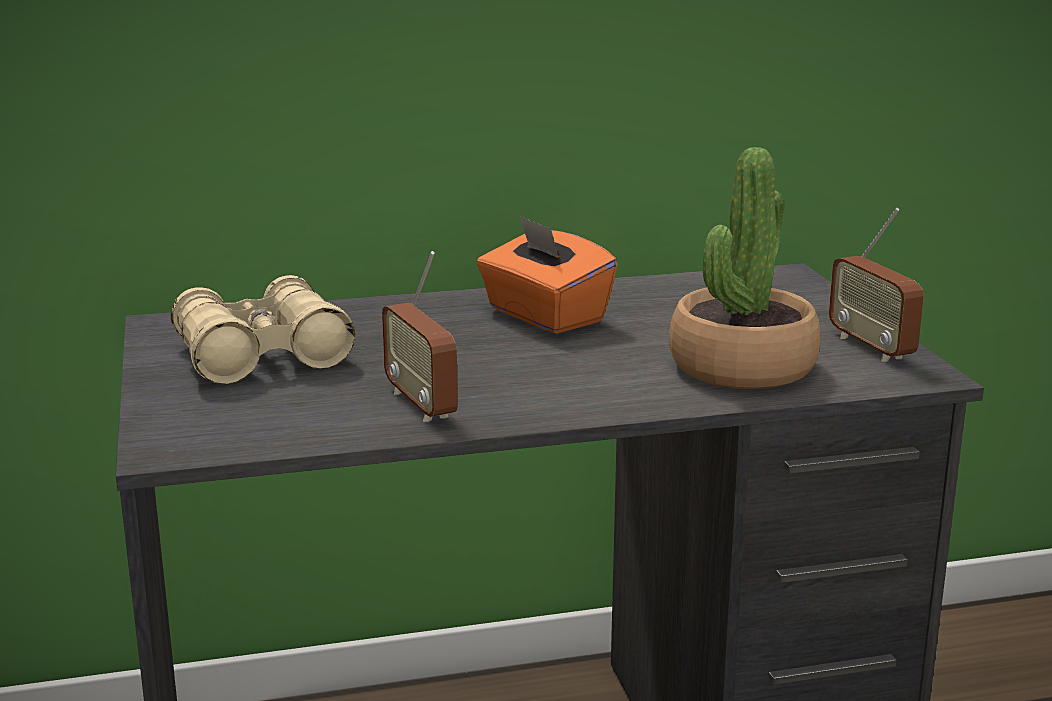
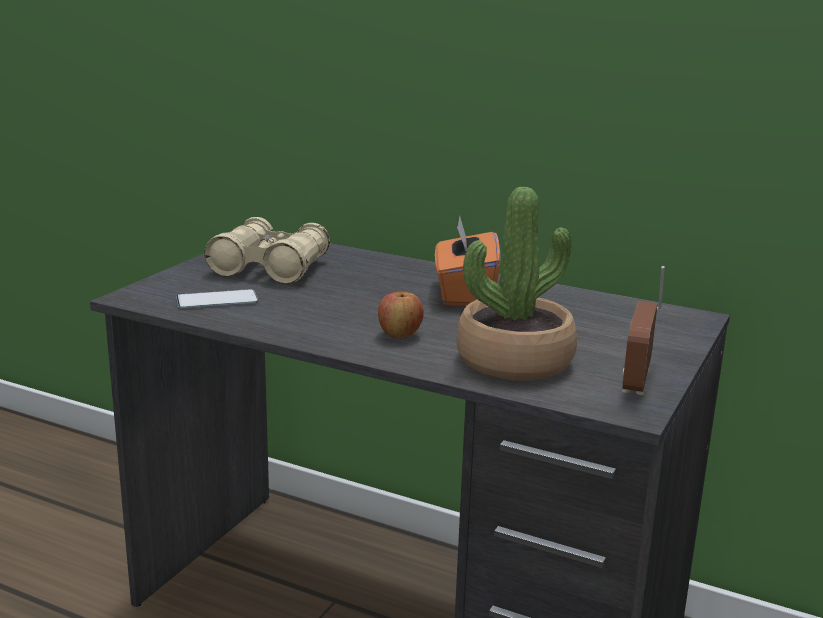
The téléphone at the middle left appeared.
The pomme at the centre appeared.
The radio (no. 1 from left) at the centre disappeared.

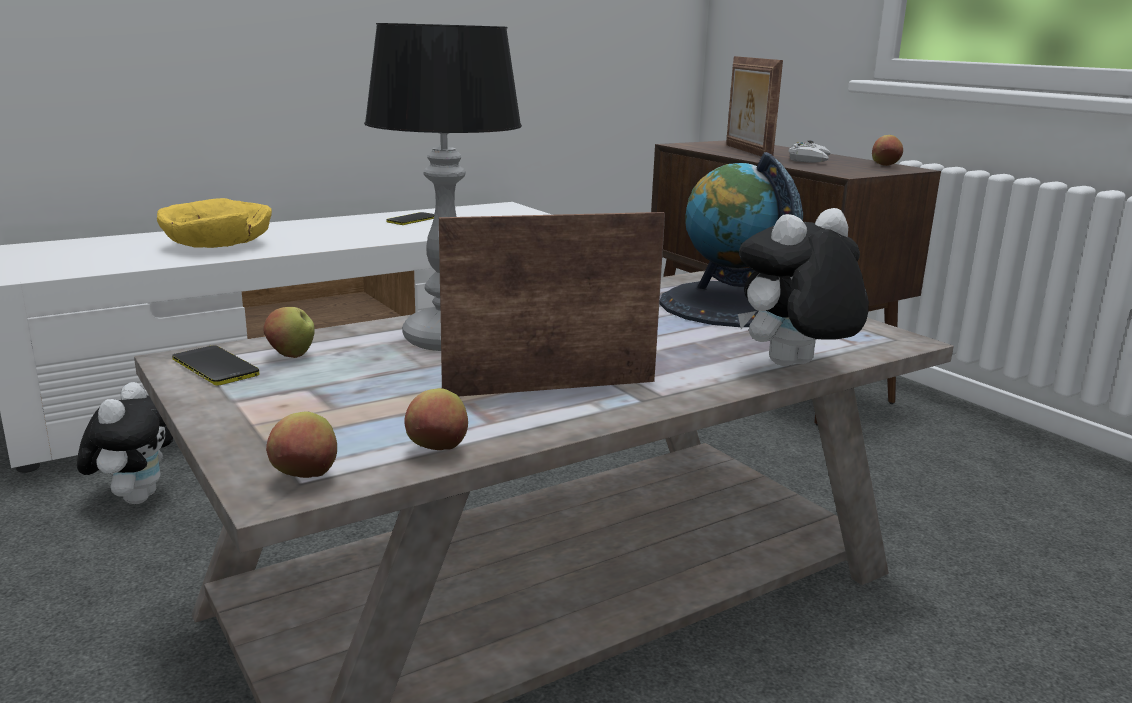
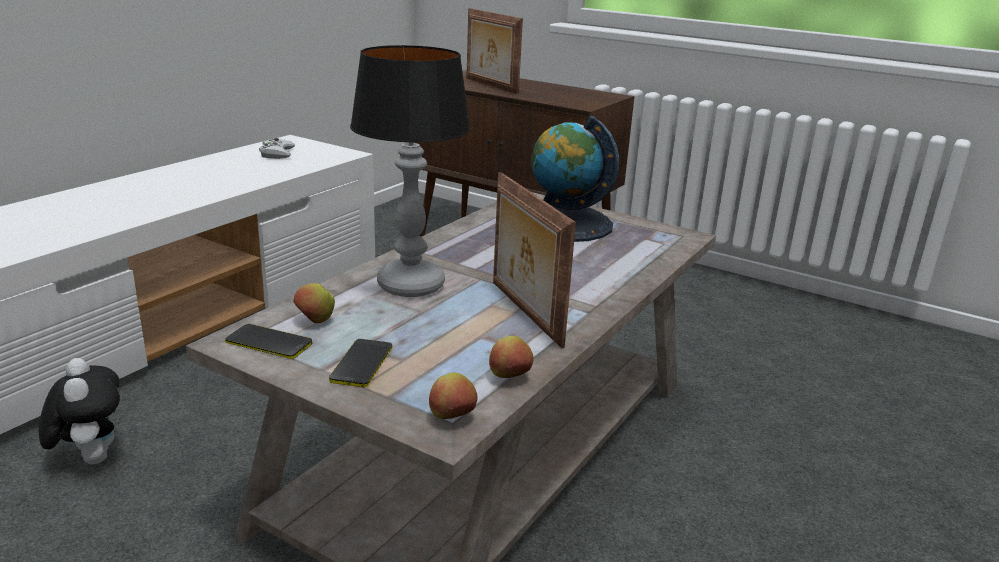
The manette (blanc) moved from the top right to the top left.
The téléphone (no. 2 from left) moved from the top centre to the centre.
The cadre photo (no. 1 from left in the first image) at the centre turned 75 degrees counterclockwise.
The bol (jaune) at the top left disappeared.
The peluche (no. 2 from left) at the middle right disappeared.
The pomme (no. 4 from left) at the top right disappeared.

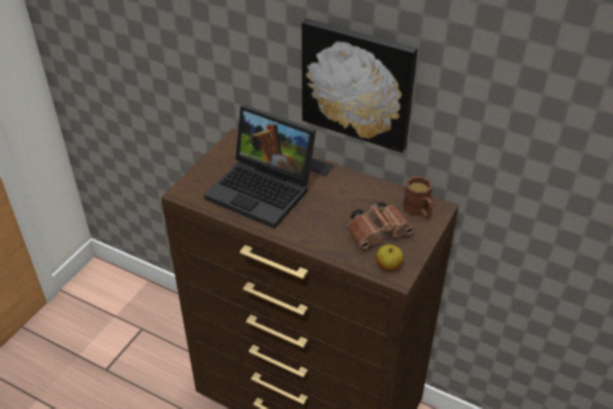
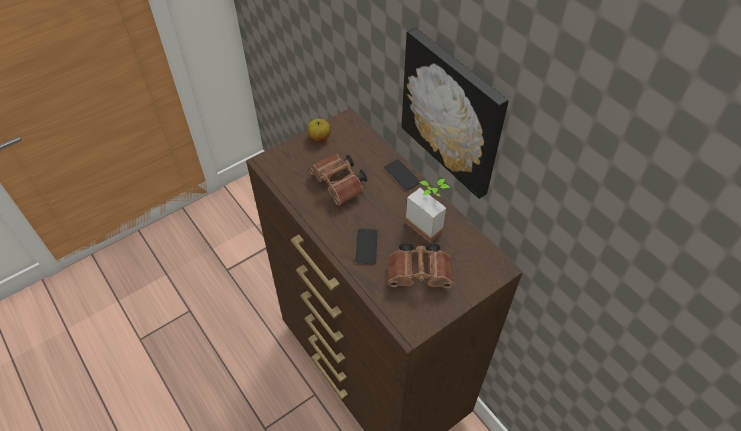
The pomme moved from the centre to the top centre.
The ordinateur portable at the centre was replaced by the jumelles (marron) (no. 1 from left) at the centre.
The téléphone (no. 1 from left) at the centre appeared.
The plante en pot at the centre appeared.
The mug (marron) at the middle right disappeared.

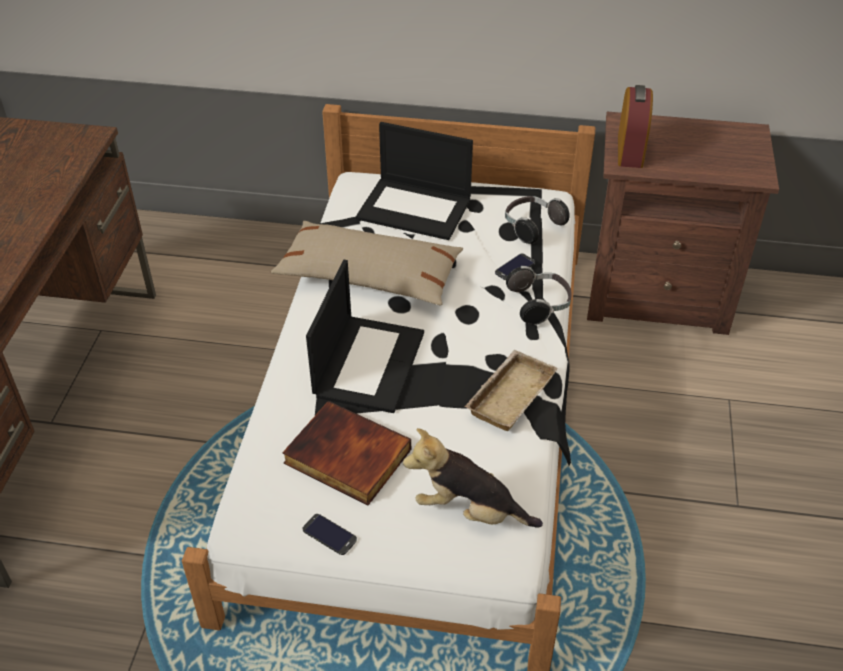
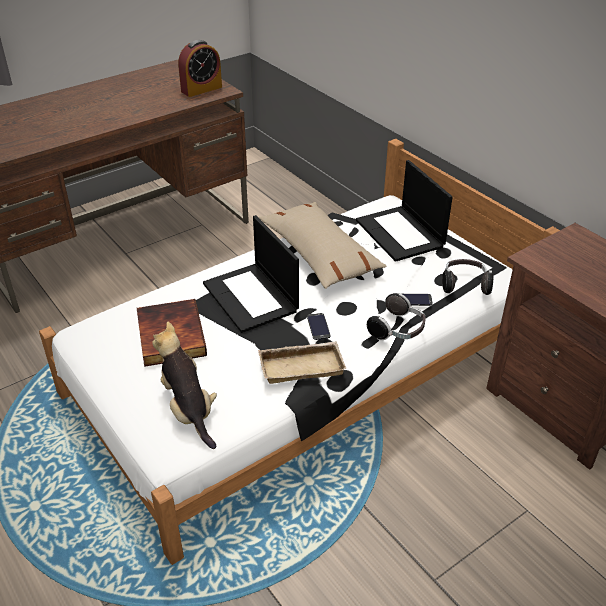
The réveil moved from the top right to the top left.
The ordinateur portable (no. 1 from left) at the centre turned 90 degrees clockwise.
The téléphone (no. 1 from left) moved from the bottom centre to the centre.

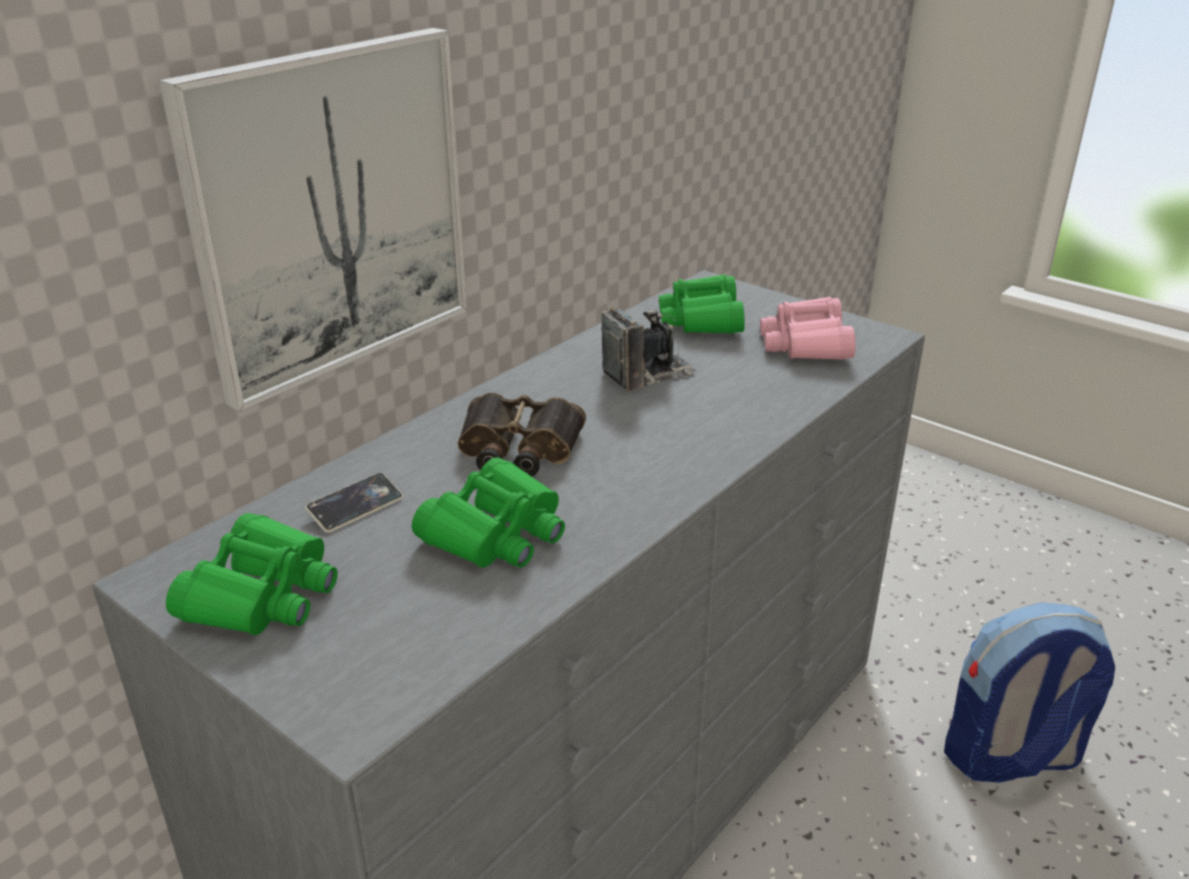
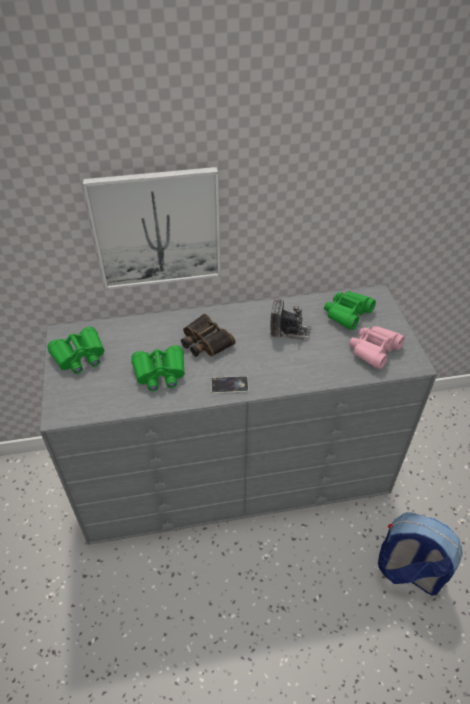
The téléphone moved from the middle left to the centre.

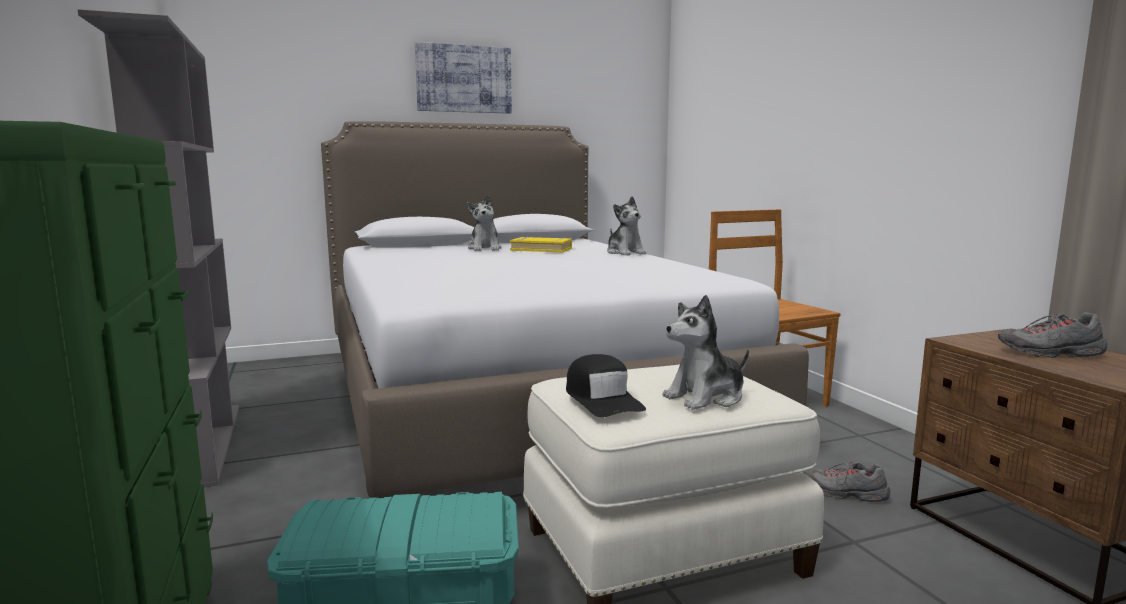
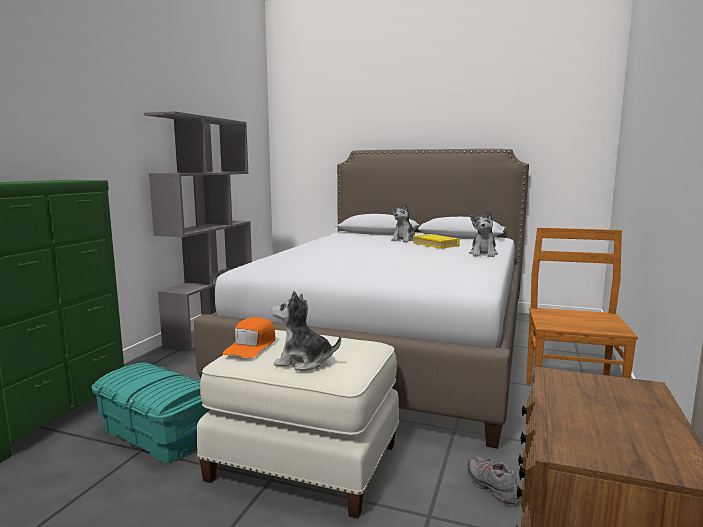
The casquette (noir) at the centre became the casquette (orange) at the centre.
The tableau at the top centre disappeared.
The chaussure (gris) (no. 2 from left) at the middle right disappeared.

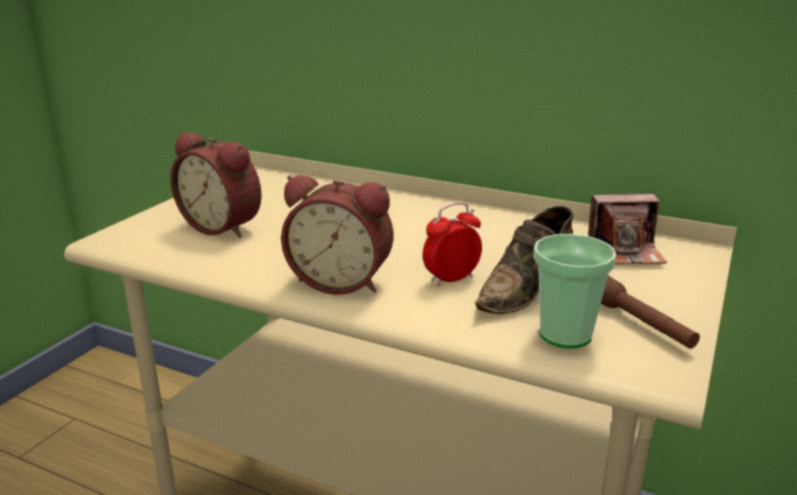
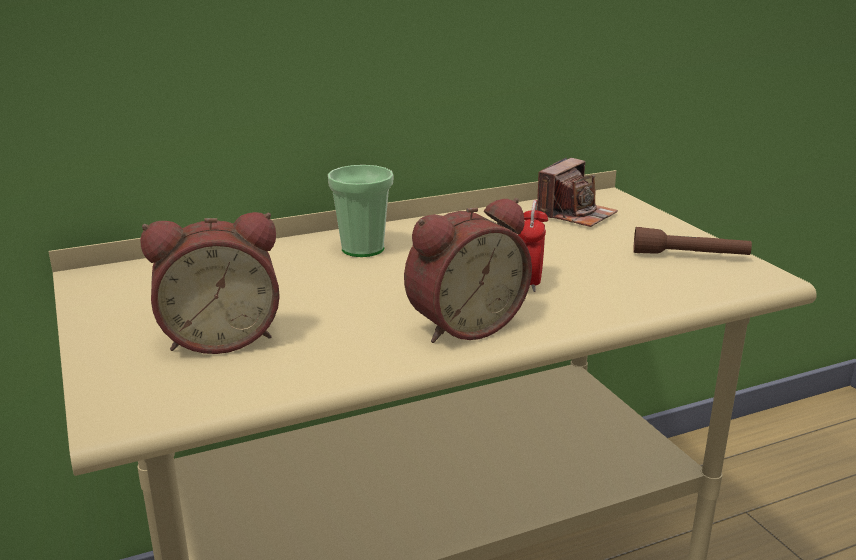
The tasse moved from the middle right to the centre.
The chaussure (marron) at the centre disappeared.

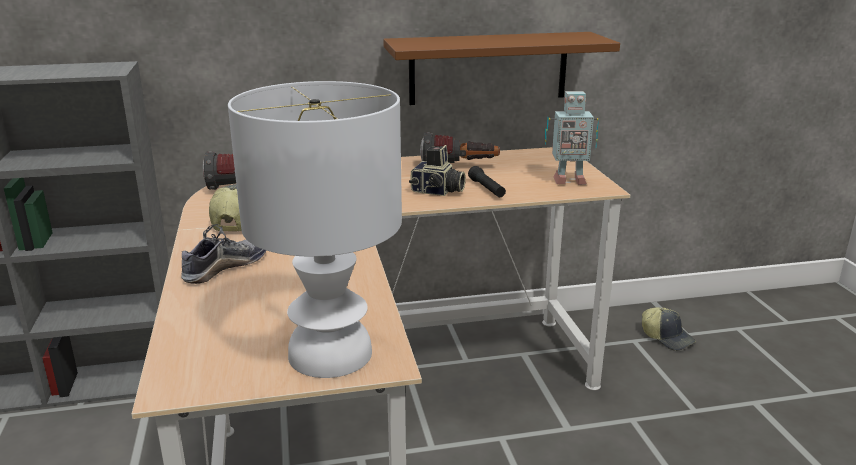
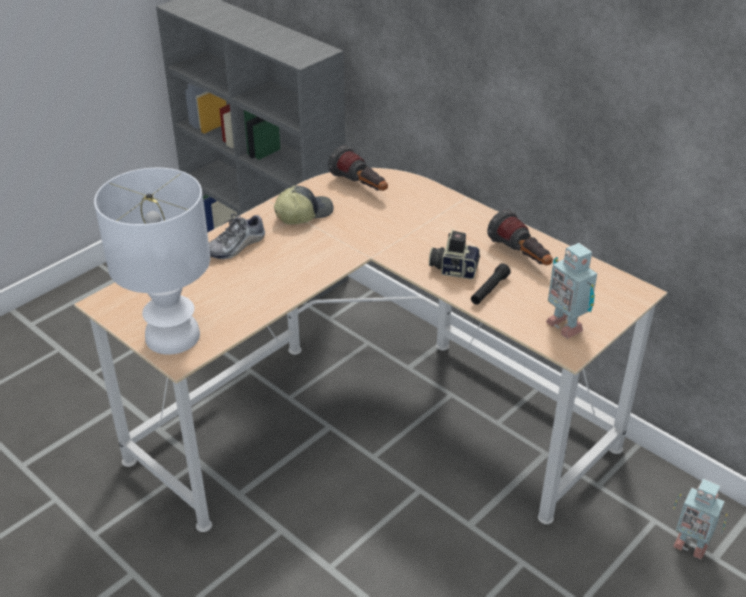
The chaussure at the middle left turned 135 degrees clockwise.
The appareil photo at the centre turned 120 degrees clockwise.
The casquette (no. 2 from left) at the bottom right was replaced by the robot jouet (no. 2 from left) at the bottom right.
The étagère (marron) at the top centre disappeared.

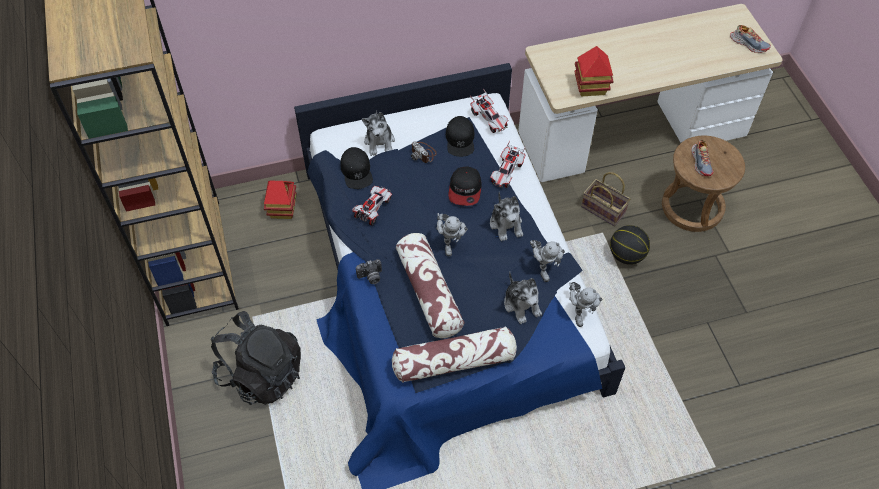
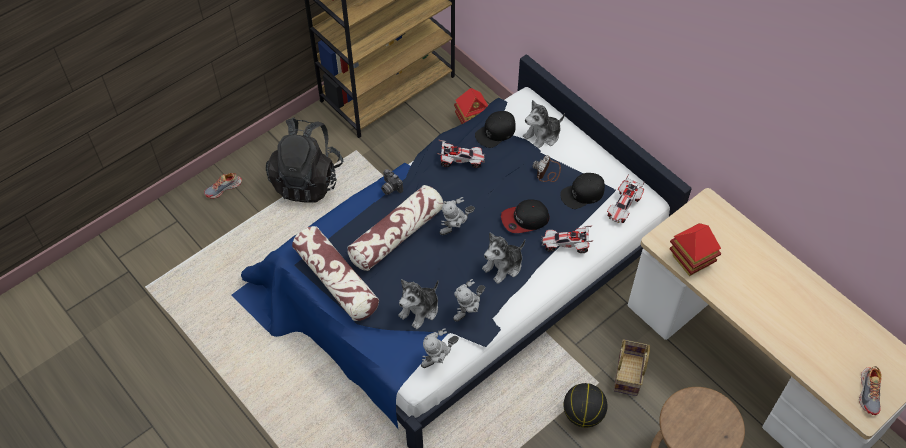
The chaussure (no. 1 from left) moved from the top right to the middle left.

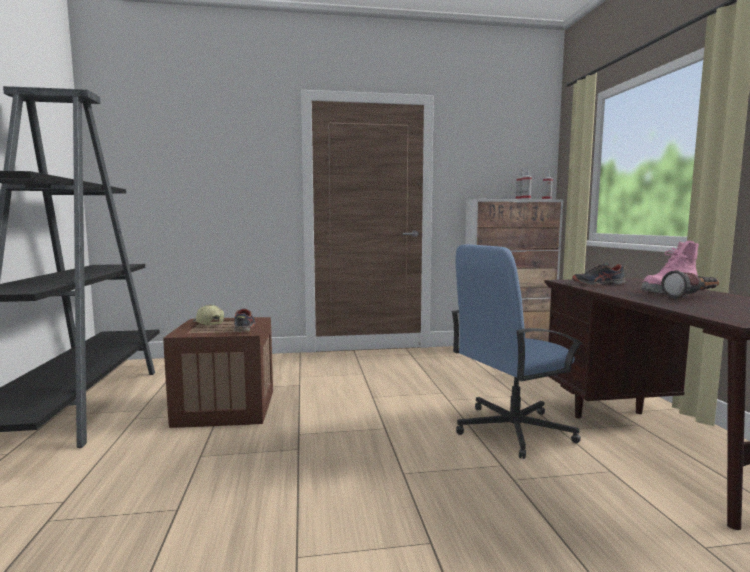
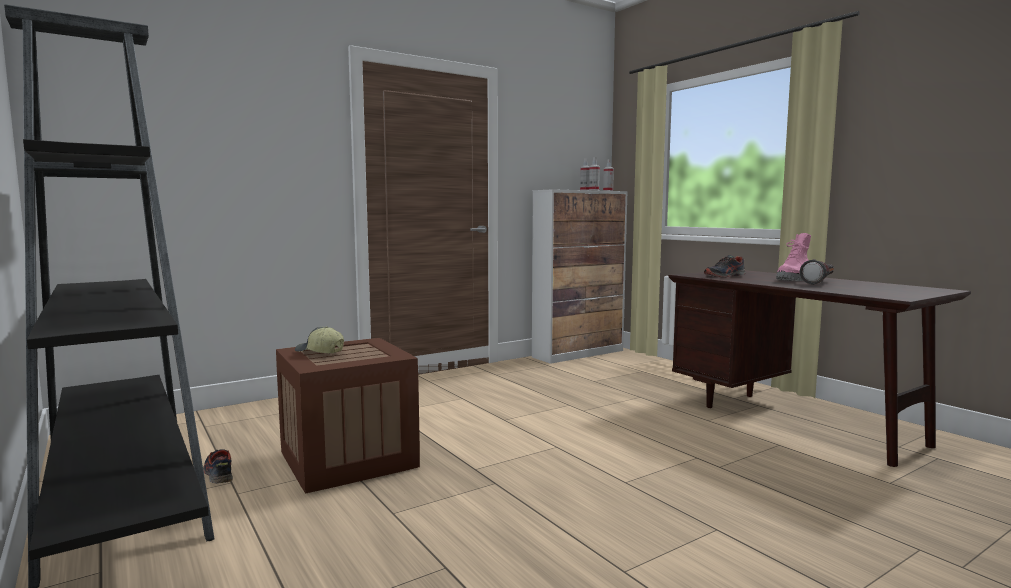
The chaussure (no. 1 from left) moved from the middle left to the bottom left.
The chaise de bureau (bleu) at the middle right disappeared.

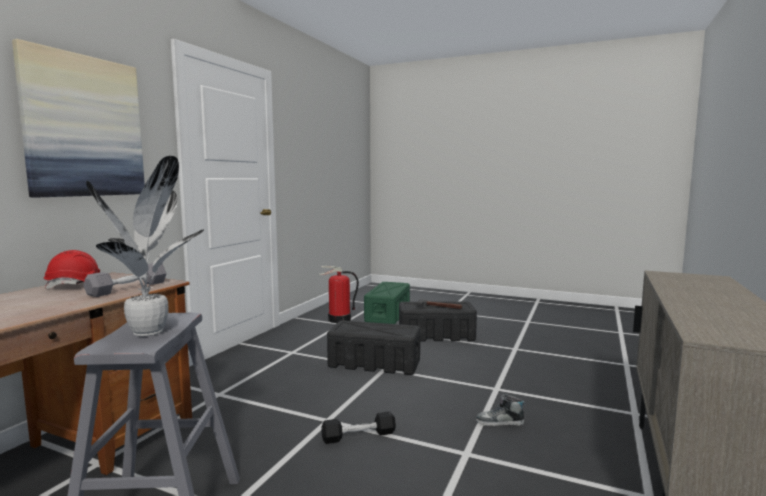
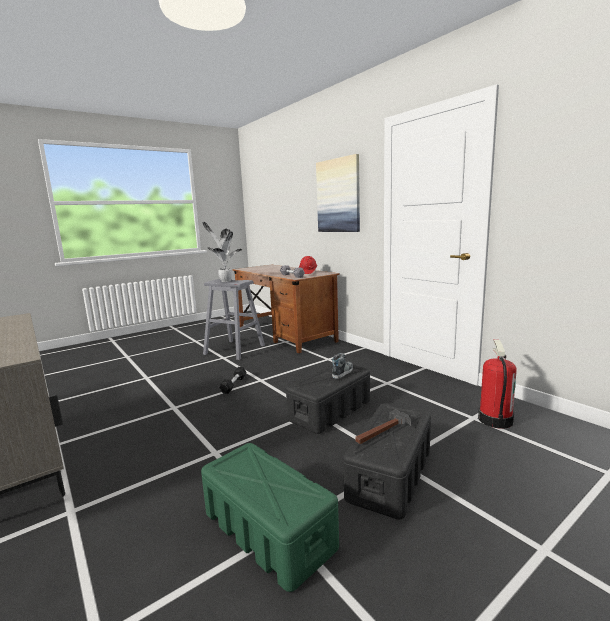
The boîte de rangement (vert) moved from the centre to the bottom centre.
The chaussure moved from the bottom centre to the centre.

